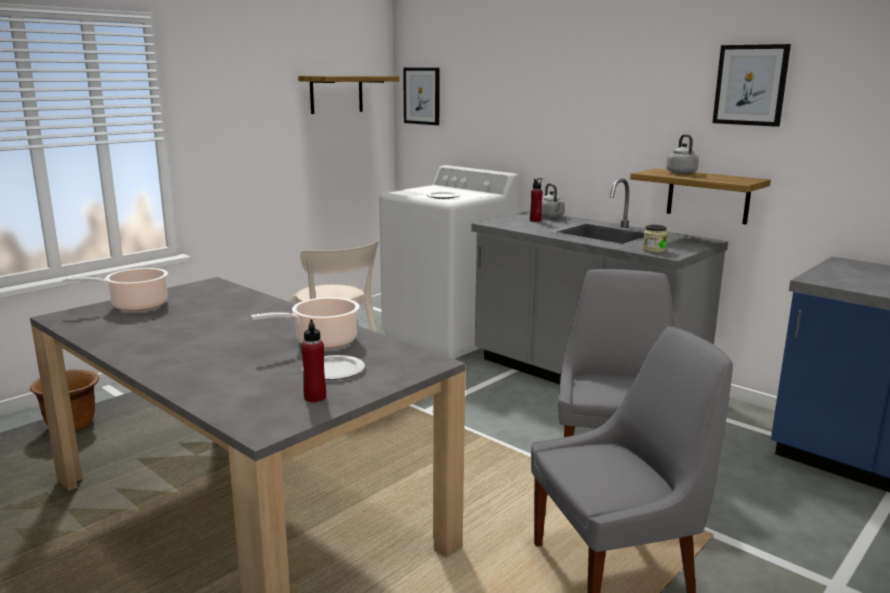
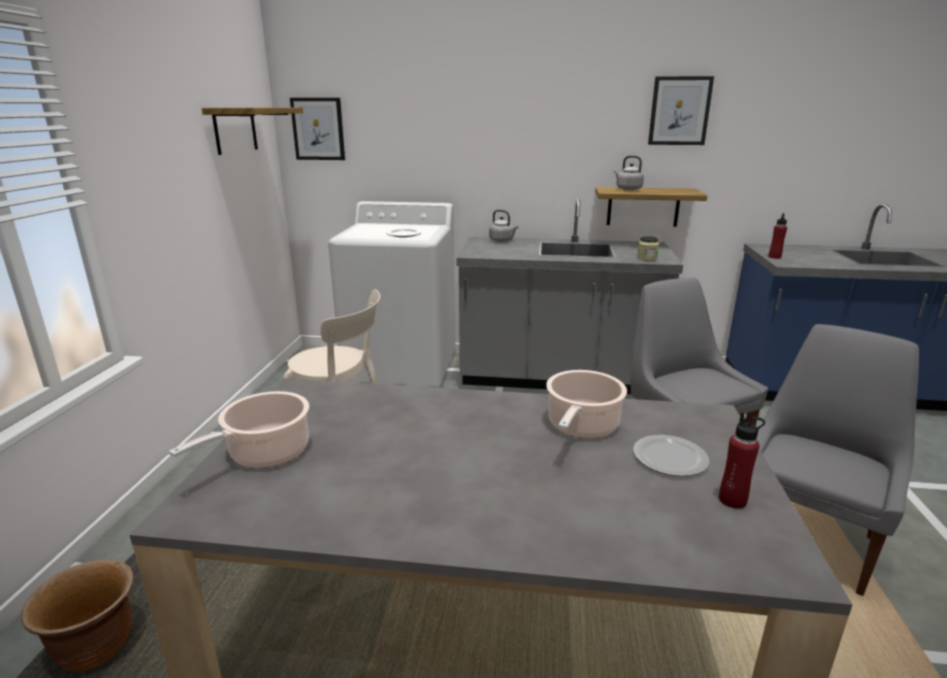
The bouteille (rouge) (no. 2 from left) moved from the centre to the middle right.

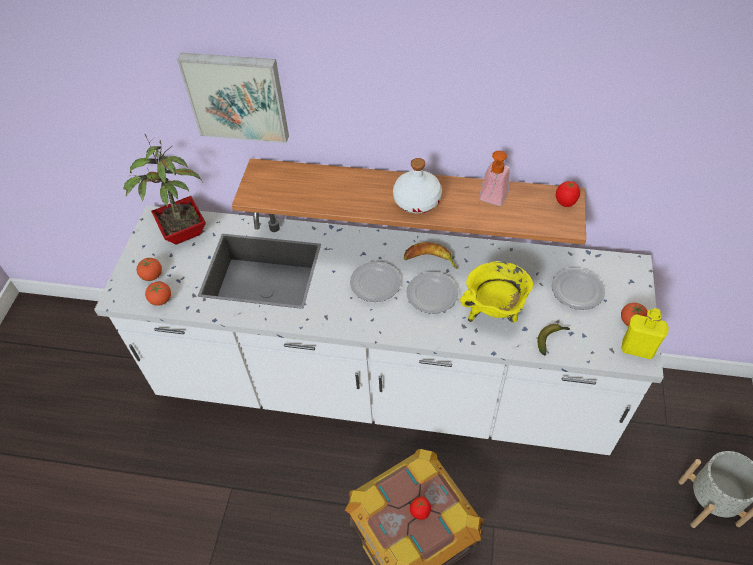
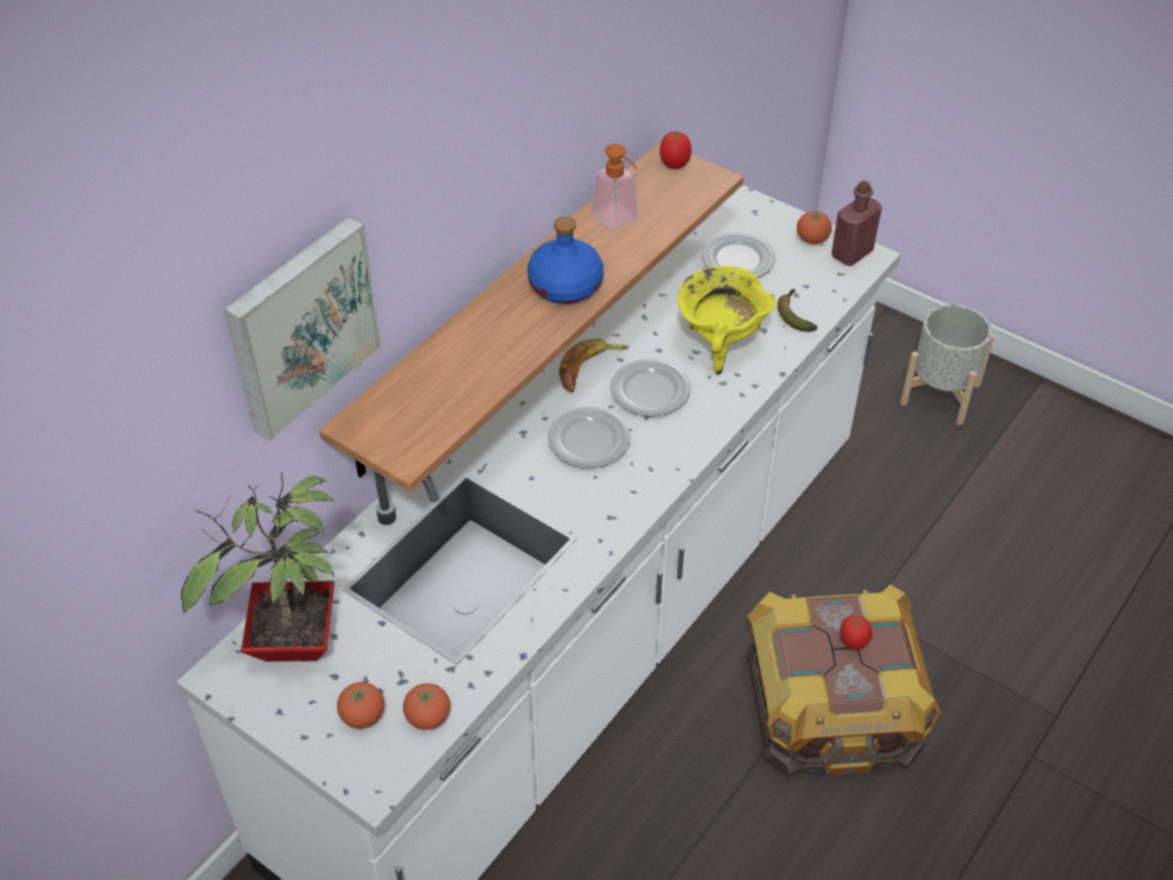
The bouteille (blanc) at the top centre became the bouteille (bleu) at the top centre.
The bouteille (jaune) at the middle right became the bouteille (rouge) at the top right.

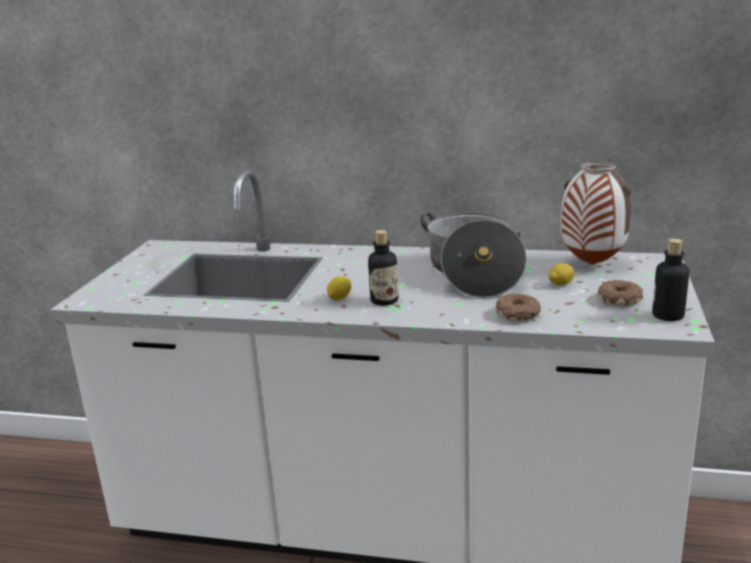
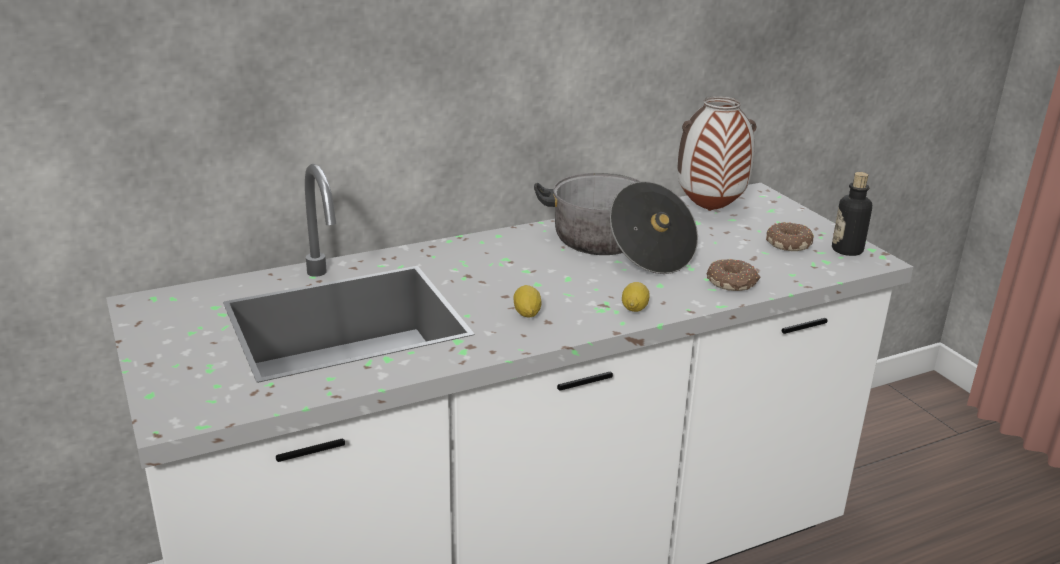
The citron (no. 2 from left) moved from the middle right to the centre.
The bouteille (no. 1 from left) at the centre disappeared.

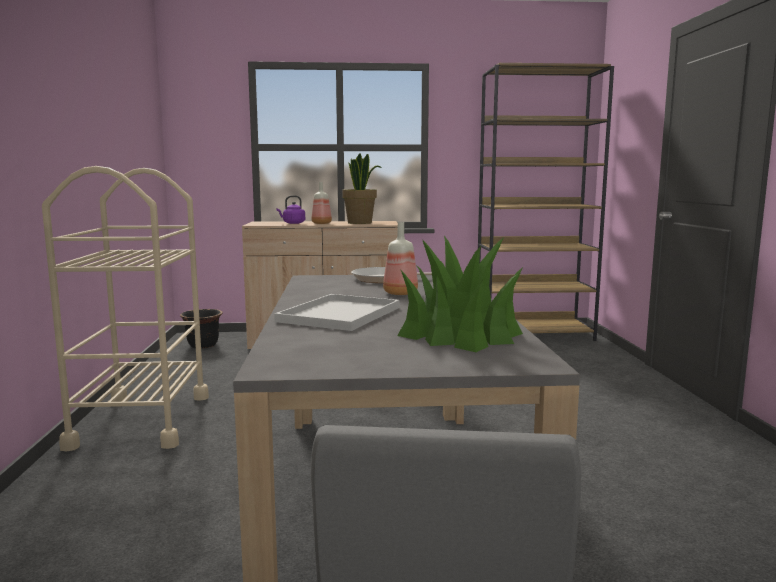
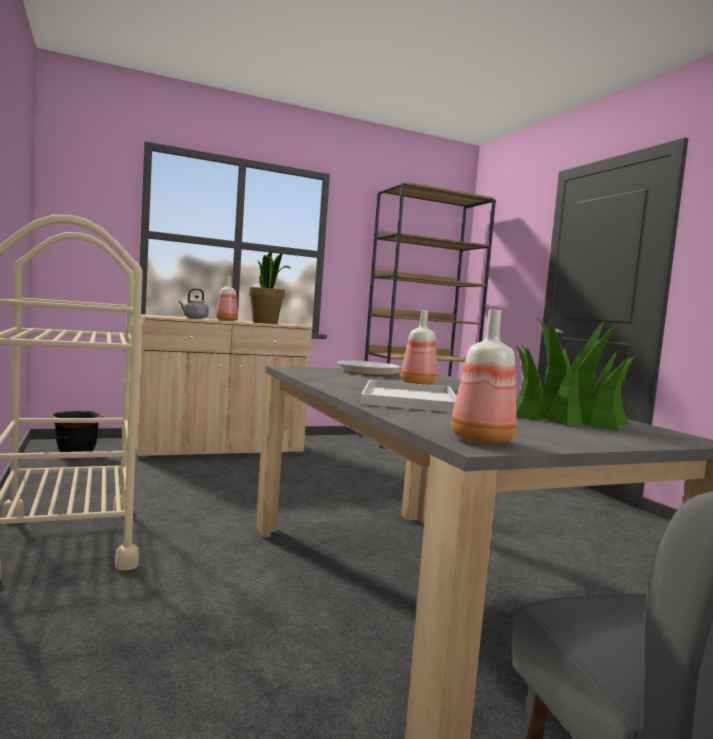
The bouilloire (violet) at the centre became the bouilloire (gris) at the middle left.
The bouteille (no. 3 from left) at the middle right appeared.

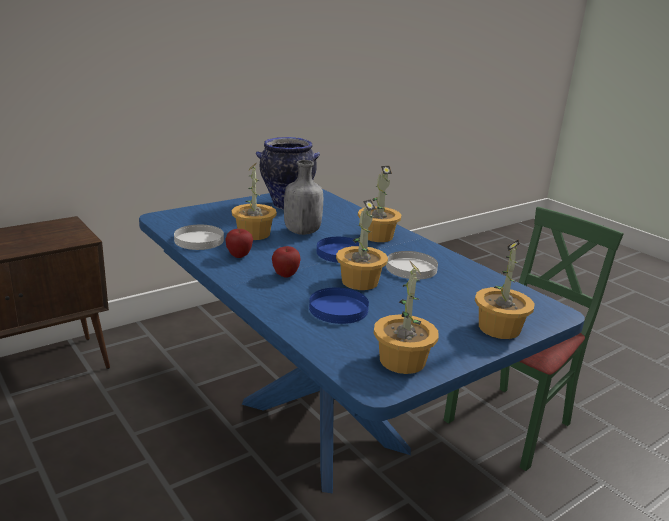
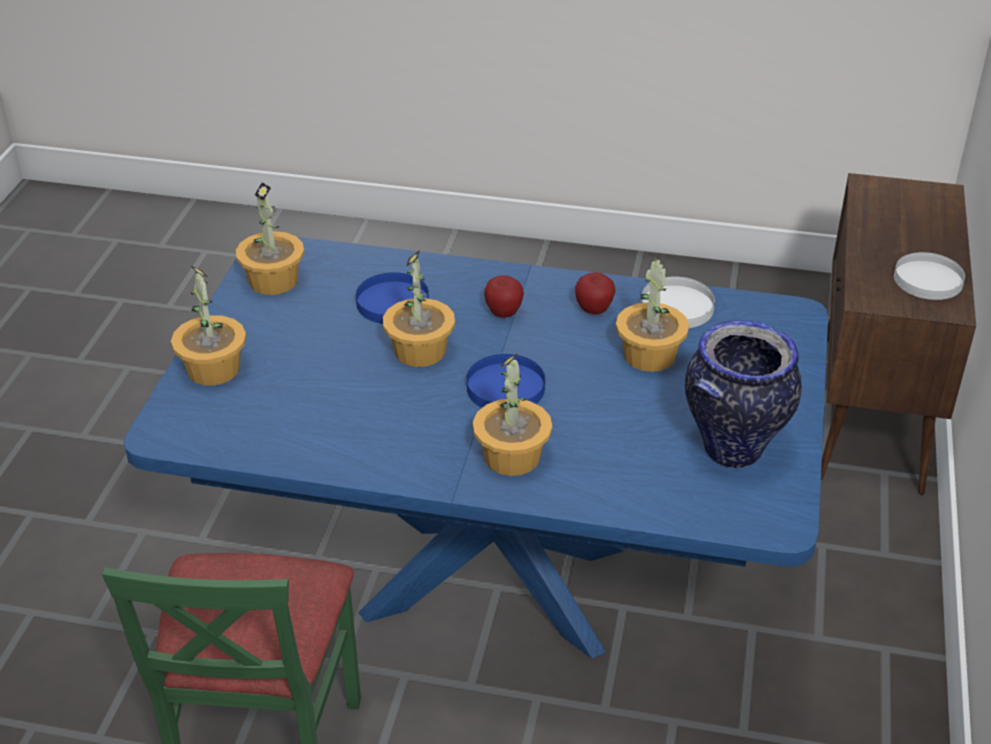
The assiette (blanc) (no. 2 from left) moved from the centre to the middle right.
The bouteille (gris) at the centre disappeared.

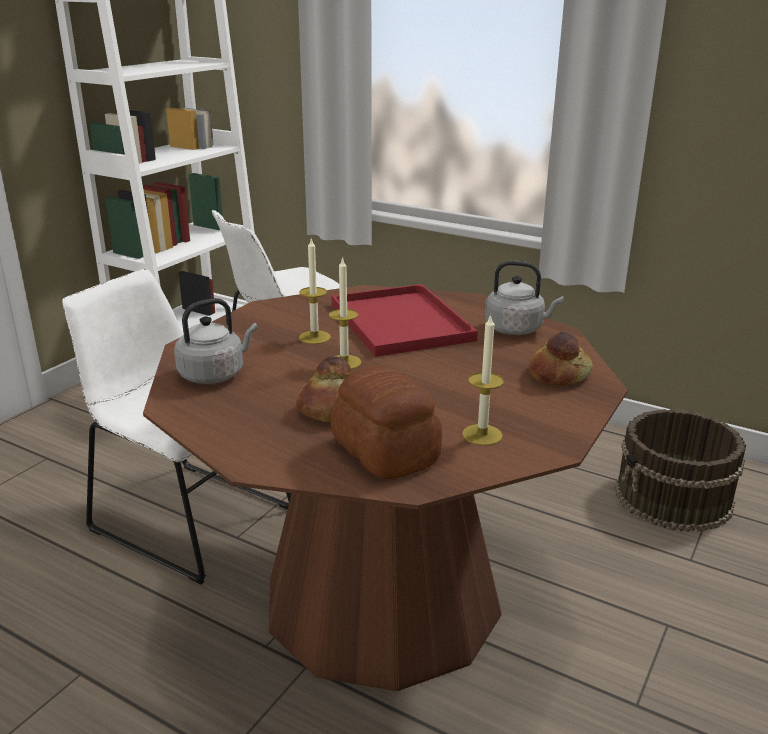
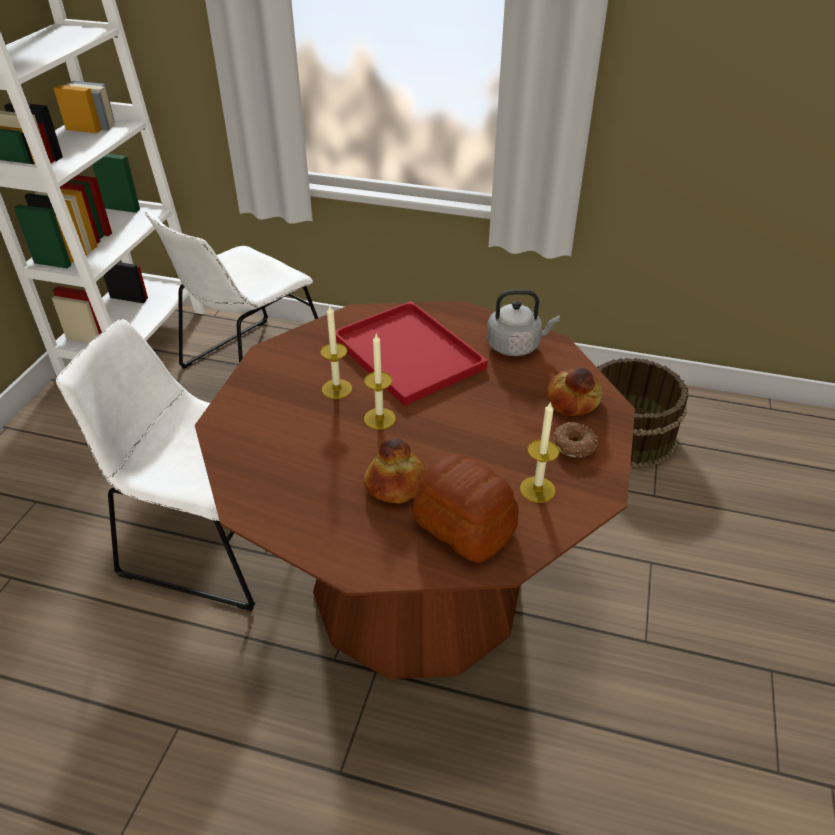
The beignet at the middle right appeared.
The bouilloire (gris) (no. 1 from left) at the middle left disappeared.

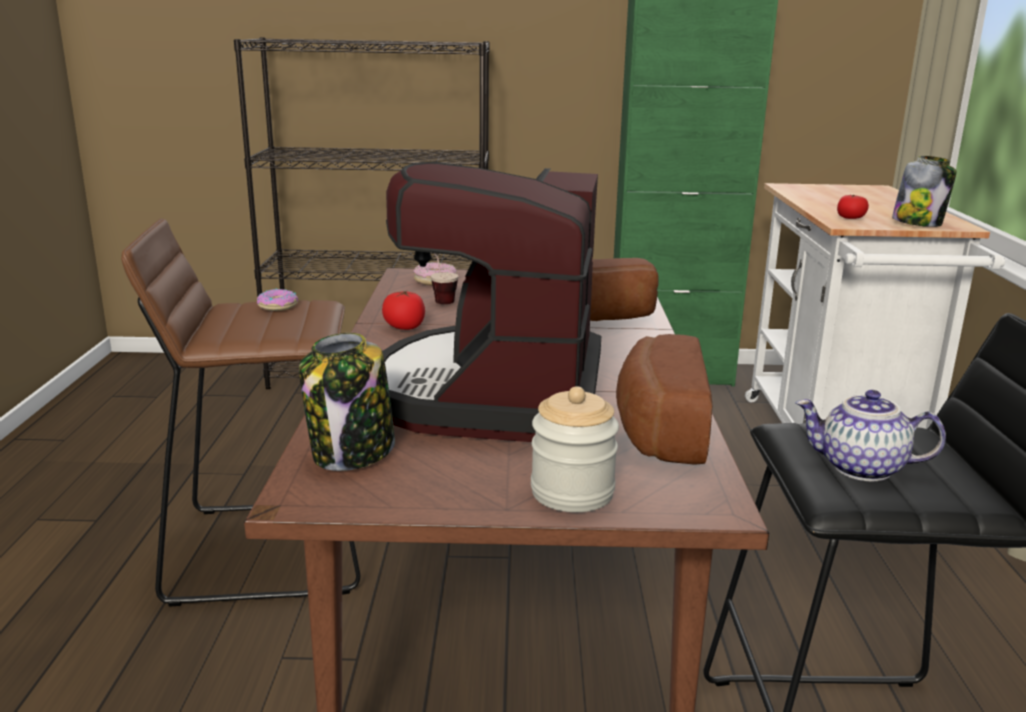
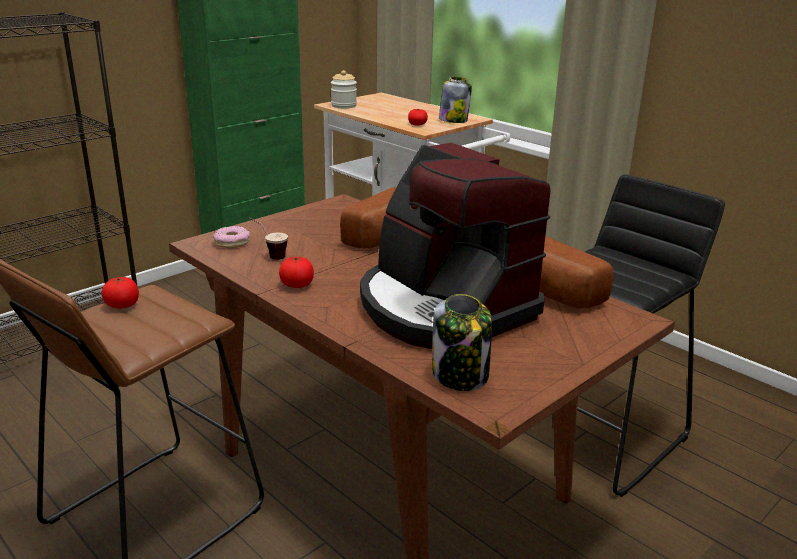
The beignet (no. 1 from left) at the middle left was replaced by the tomate (no. 1 from left) at the middle left.
The bocal (no. 2 from left in the first image) moved from the centre to the top centre.
The théière at the middle right disappeared.

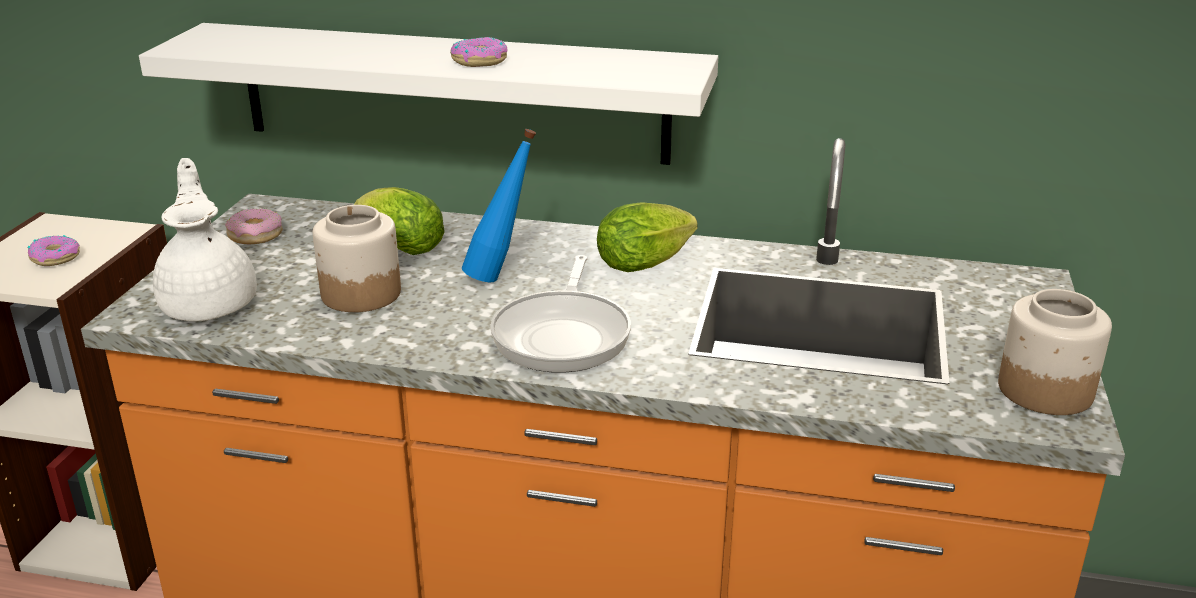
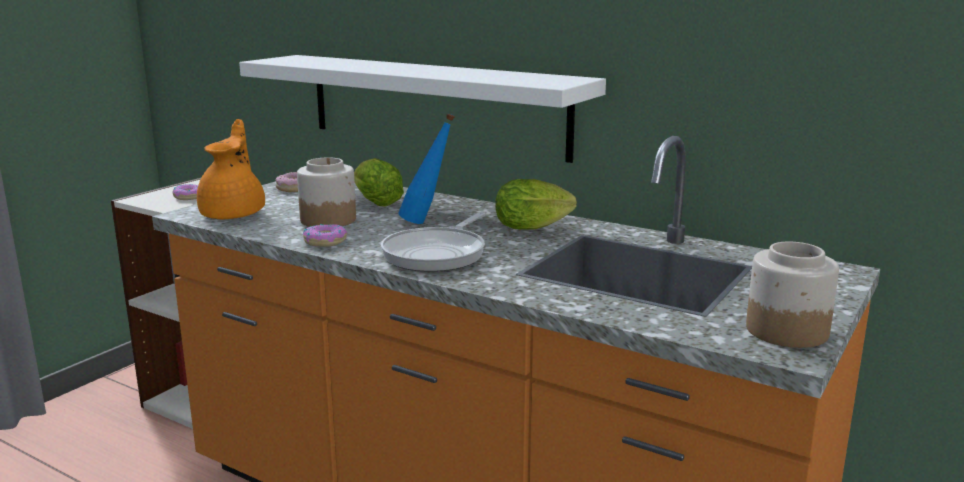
The théière (blanc) at the middle left became the théière (orange) at the middle left.
The beignet (no. 3 from left) moved from the top centre to the centre.

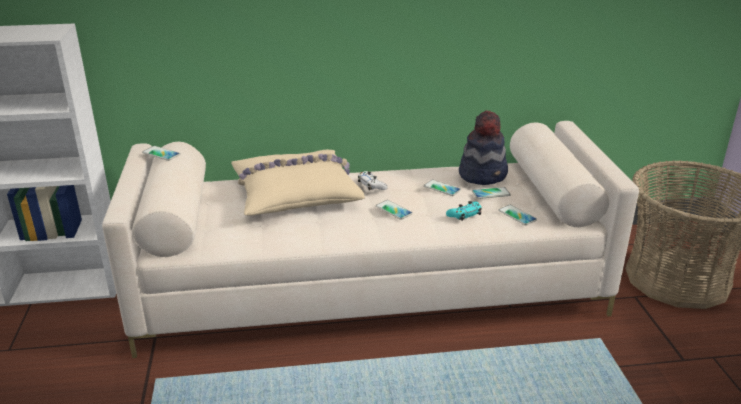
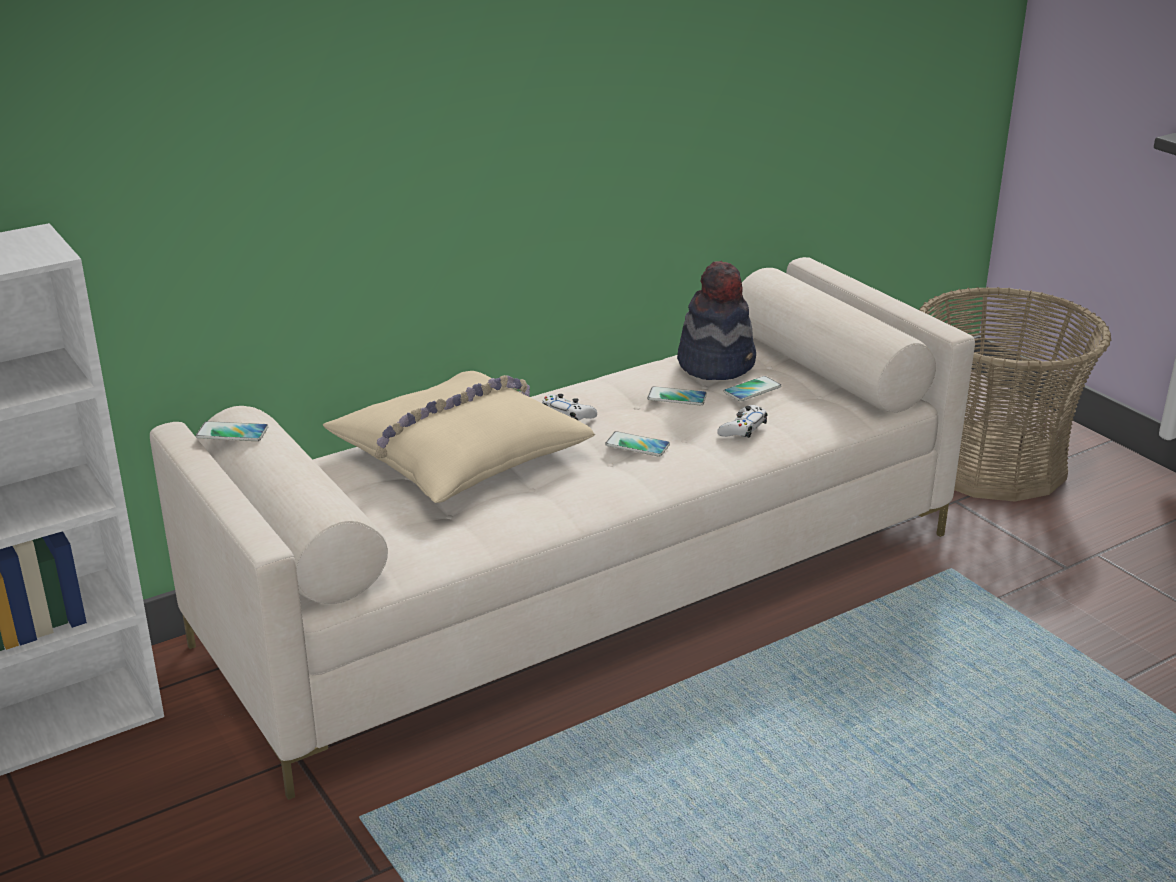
The manette (turquoise) at the centre became the manette (blanc) (no. 2 from left) at the centre.
The téléphone (no. 5 from left) at the middle right disappeared.

